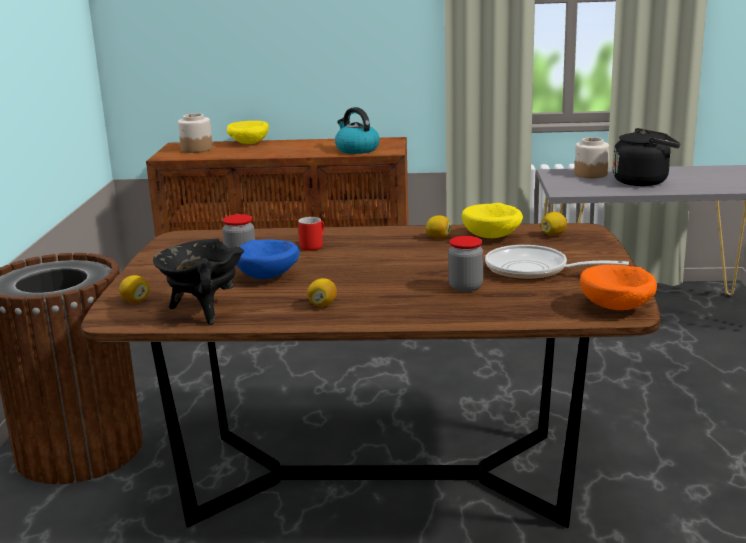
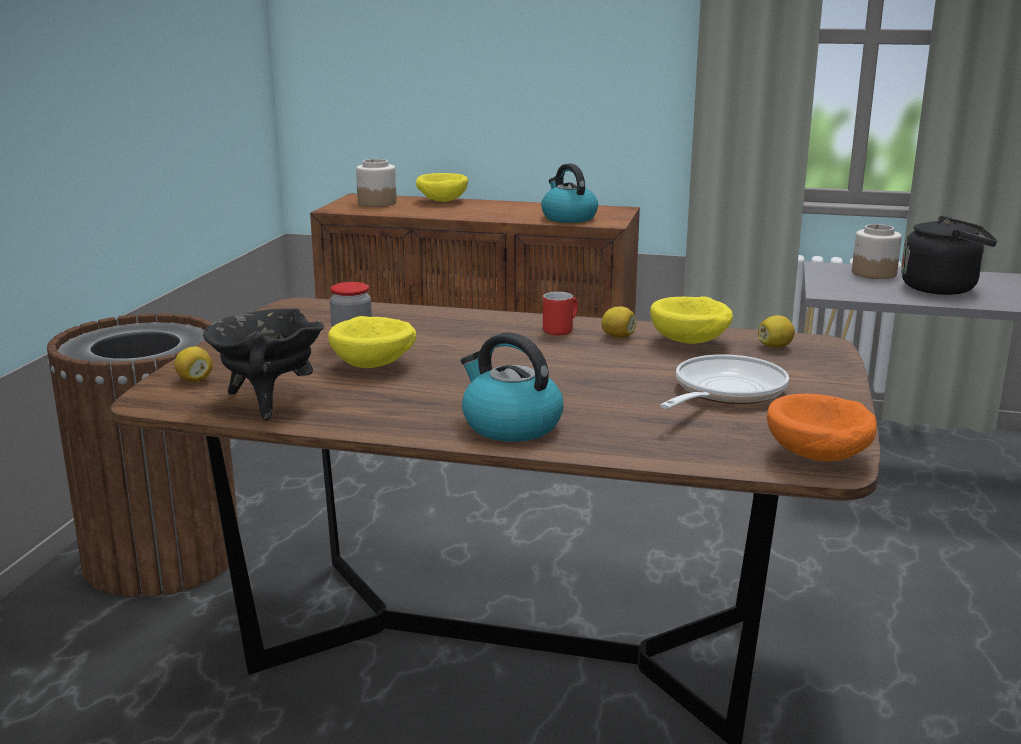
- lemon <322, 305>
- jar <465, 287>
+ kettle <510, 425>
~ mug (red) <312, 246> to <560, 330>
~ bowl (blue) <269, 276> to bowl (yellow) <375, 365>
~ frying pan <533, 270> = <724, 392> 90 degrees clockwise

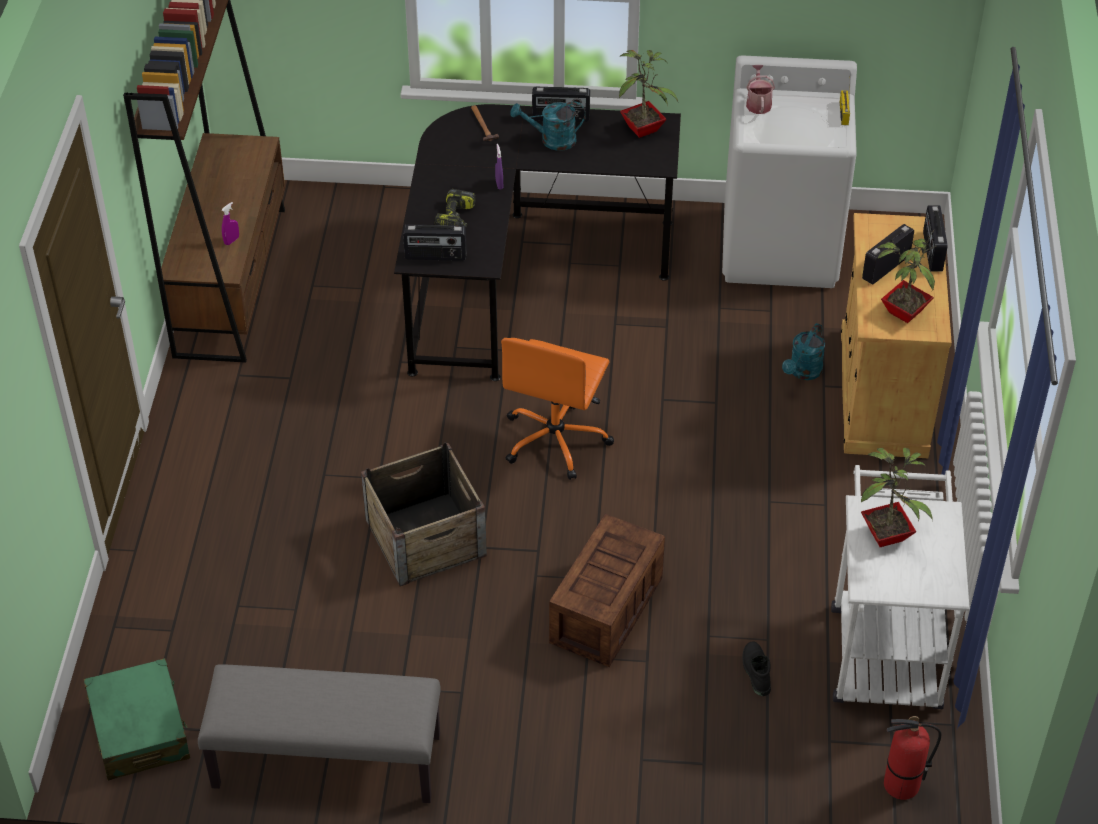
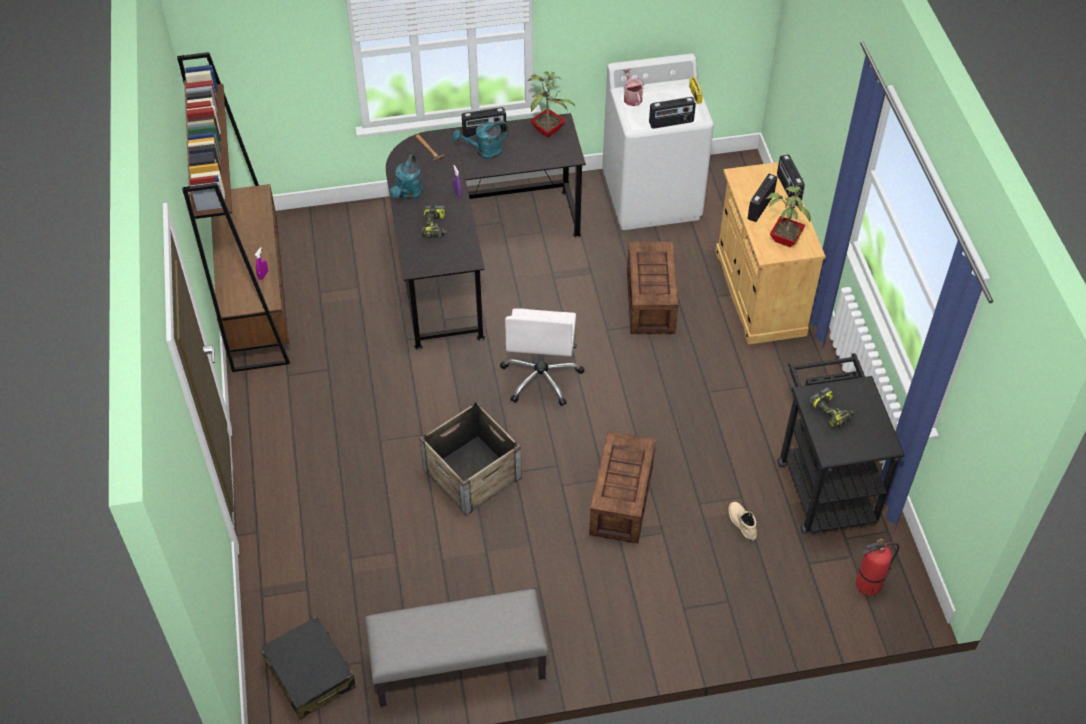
+ crate <650, 301>
~ radio <435, 256> to <671, 123>
~ watering can (turquoise) <803, 372> to <408, 194>
~ potted plant <888, 535> to power drill <831, 412>
~ suitcase (green) <140, 730> to suitcase (black) <310, 674>
~ office chair (orange) <556, 440> to office chair (white) <541, 377>
~ boot (black) <755, 671> to boot (beige) <741, 523>
~ cart (white) <884, 645> to cart (black) <823, 483>

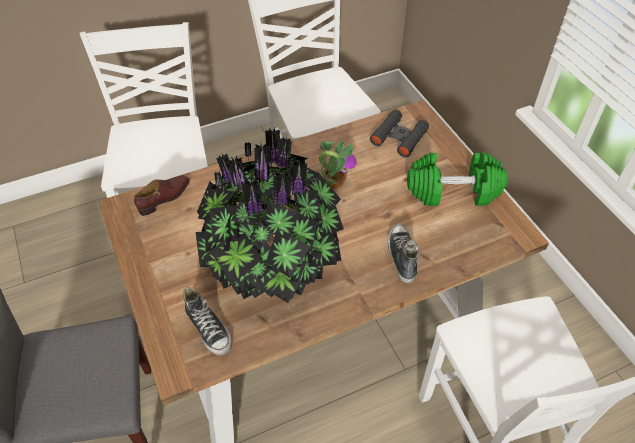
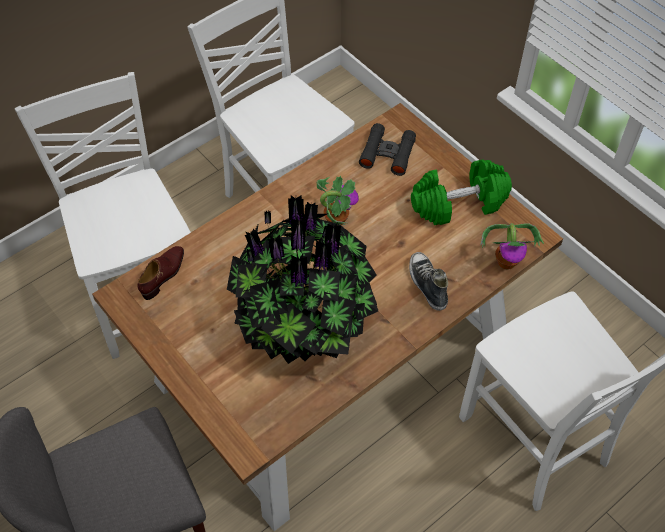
- shoe <209, 330>
+ potted plant <507, 261>

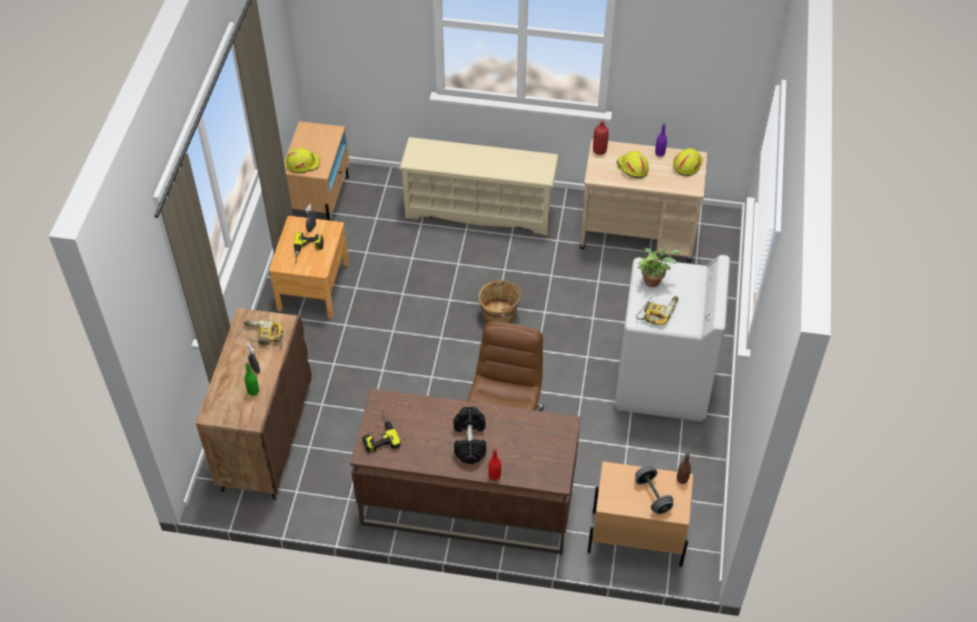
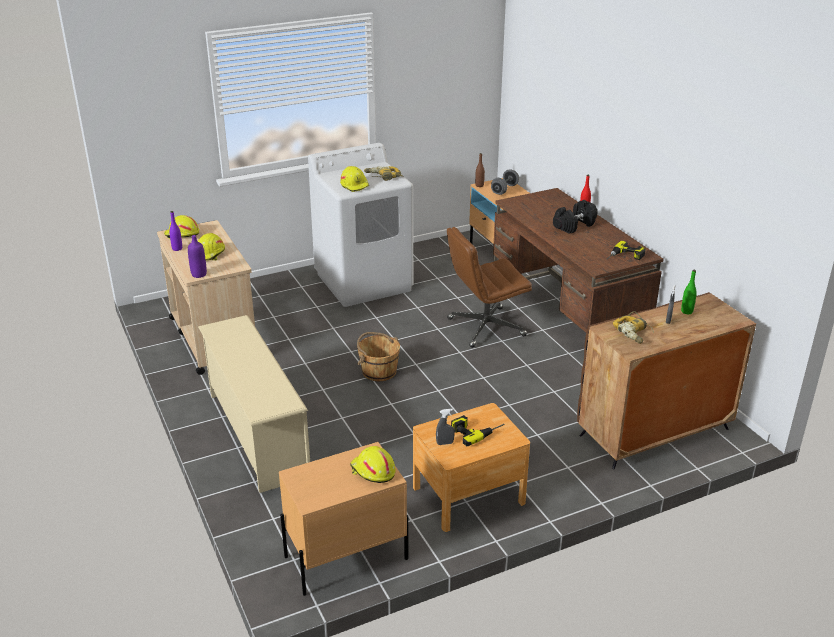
~ potted plant <653, 280> to hard hat (yellow) <355, 185>
~ bottle (red) <599, 150> to bottle (purple) <199, 274>

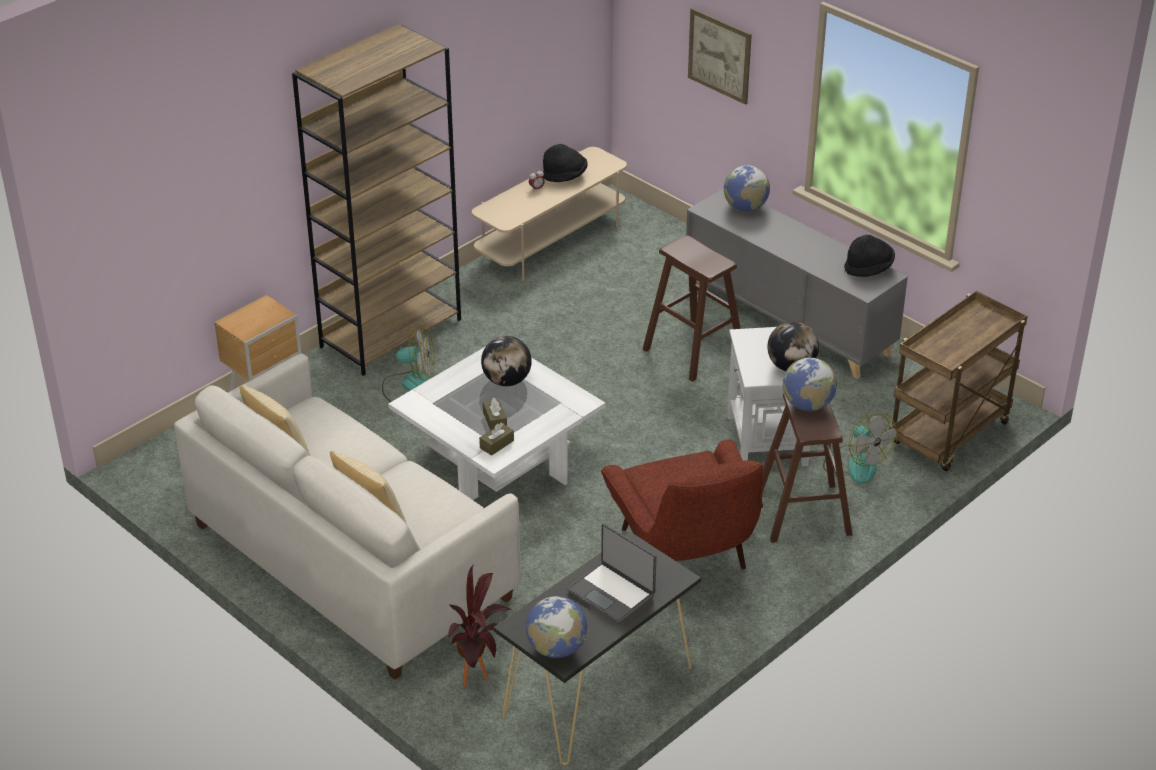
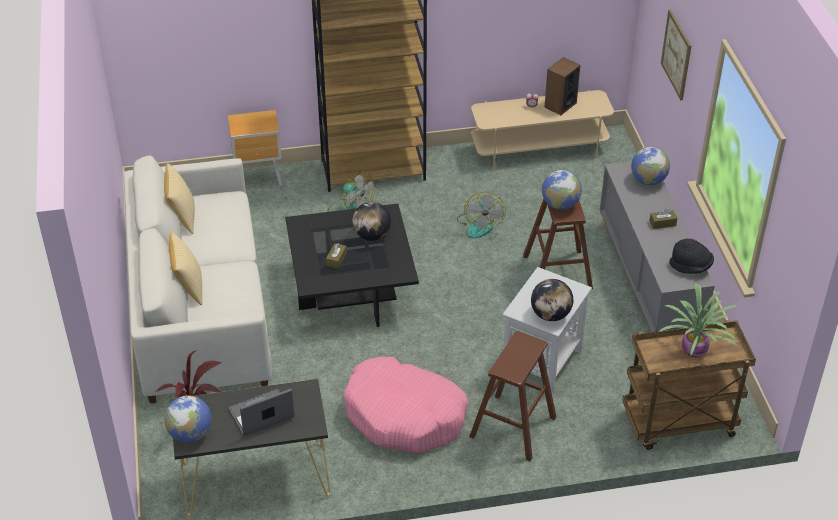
+ potted plant <695, 350>
~ tissue box (brown) <496, 444> to <662, 223>
~ globe <807, 405> to <560, 205>
~ fan <856, 464> to <480, 225>
~ hat (black) <564, 176> to speaker <560, 105>
~ armchair (red) <686, 554> to dog bed (pink) <405, 415>
~ coffee table (white) <498, 461> to coffee table (black) <352, 290>
~ laptop <612, 593> = <262, 415> 75 degrees clockwise

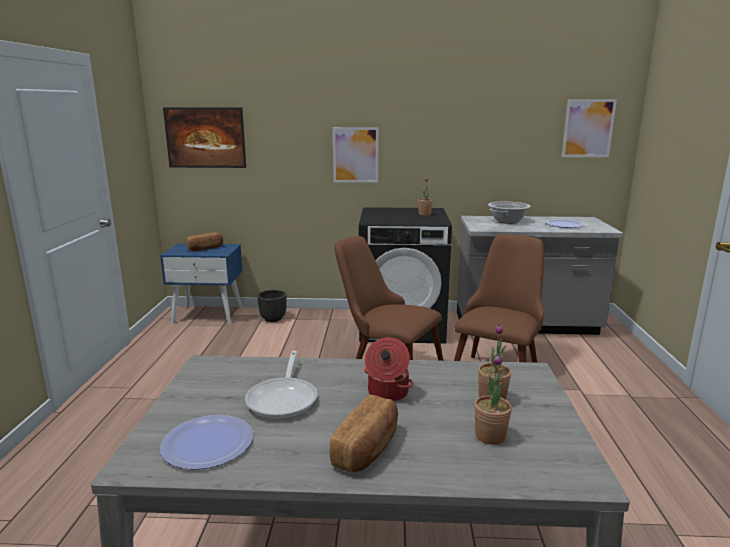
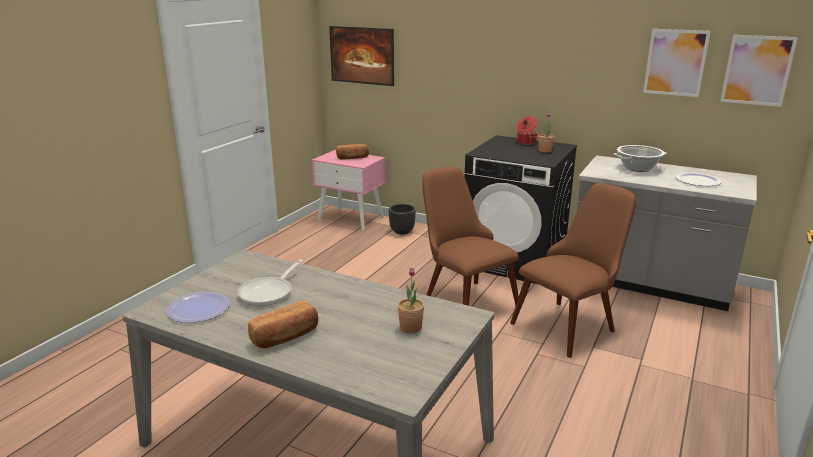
- potted plant <490, 436>
~ picture <355, 155> to <675, 62>
~ cooking pot <387, 393> to <526, 142>
~ nightstand (blue) <208, 315> to nightstand (pink) <351, 218>

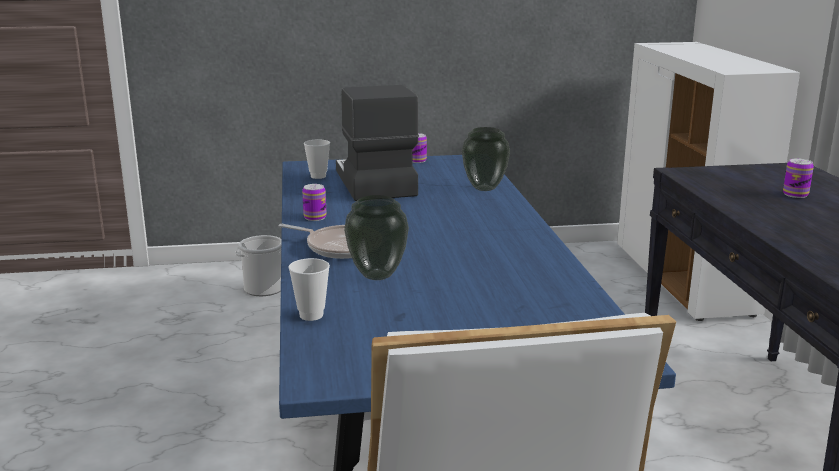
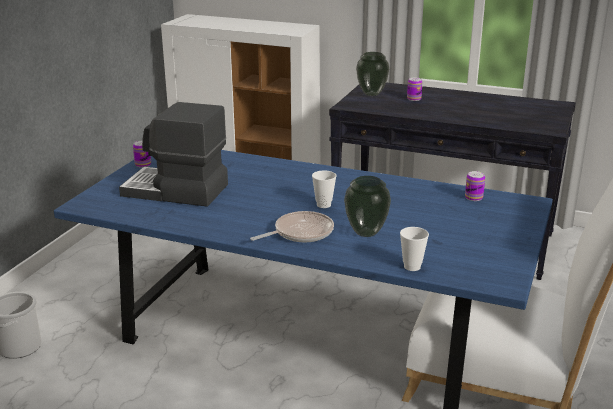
~ can <315, 217> to <473, 197>
~ cup <318, 176> to <323, 205>
~ vase <484, 188> to <372, 94>

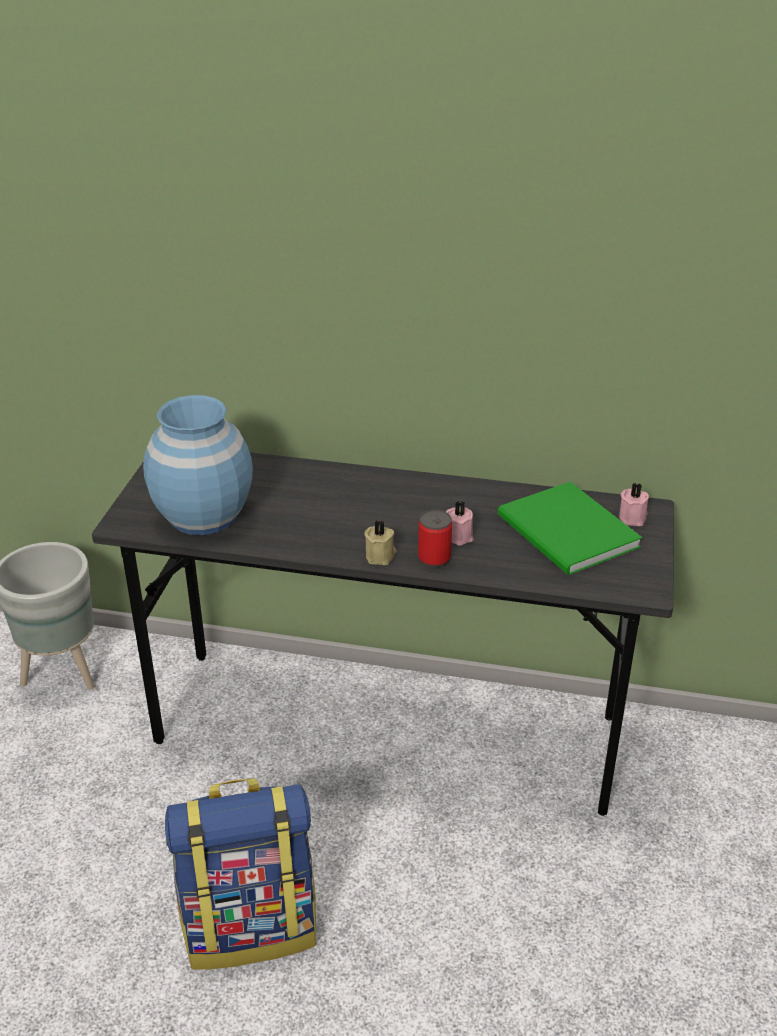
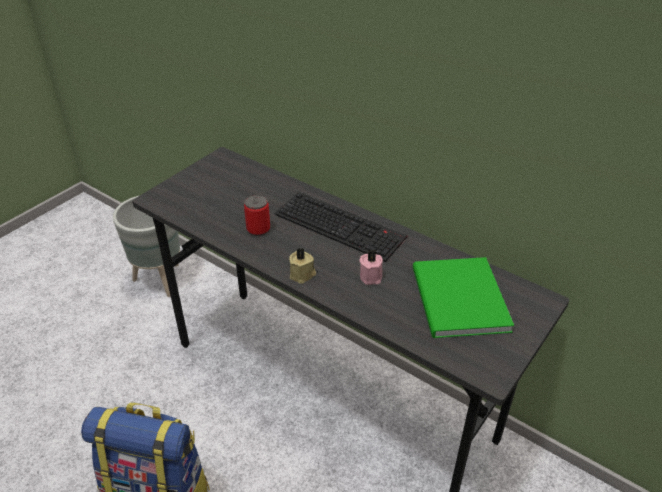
- vase (blue) <203, 516>
- candle (pink) <633, 517>
+ keyboard <341, 225>
~ can <434, 558> to <258, 229>

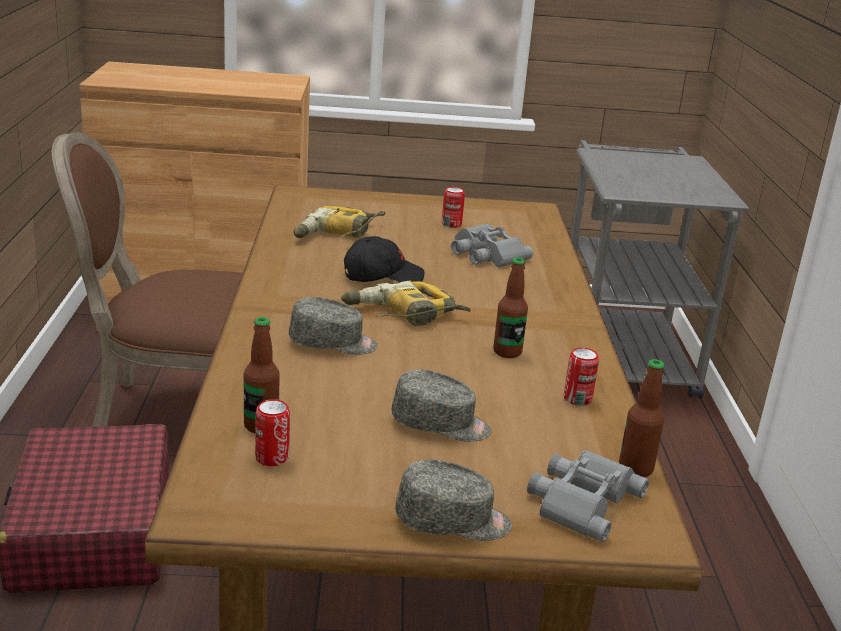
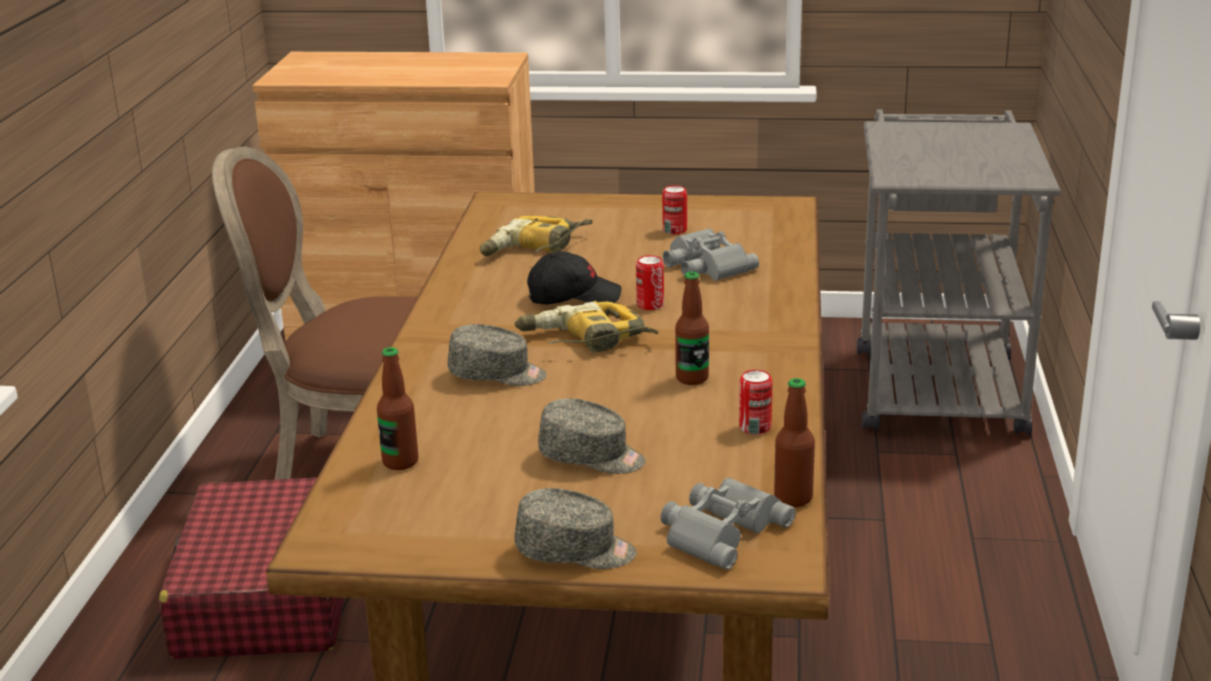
~ can <272, 458> to <650, 305>

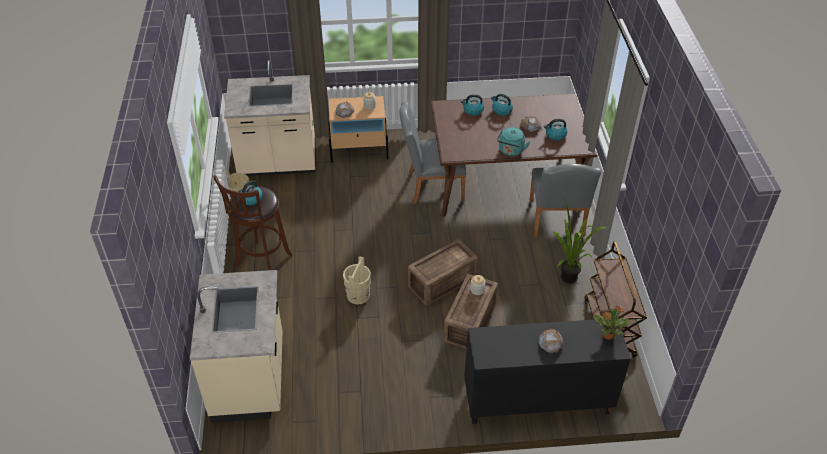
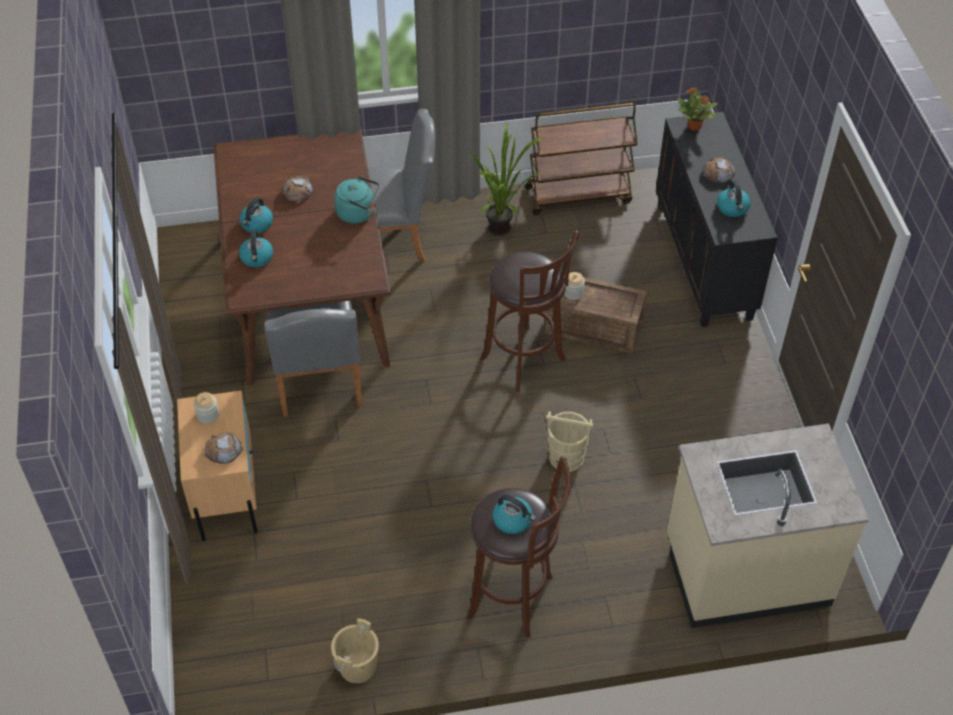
- counter (beige) <277, 162>
~ kettle <555, 135> to <733, 208>
~ crate <441, 282> to stool (brown) <526, 361>

